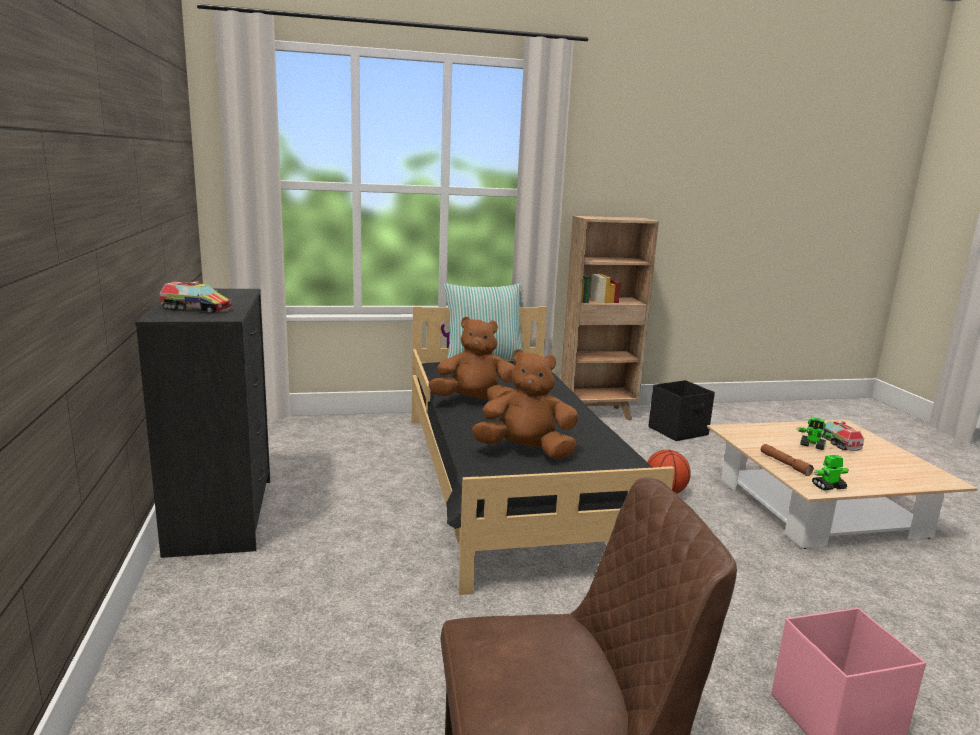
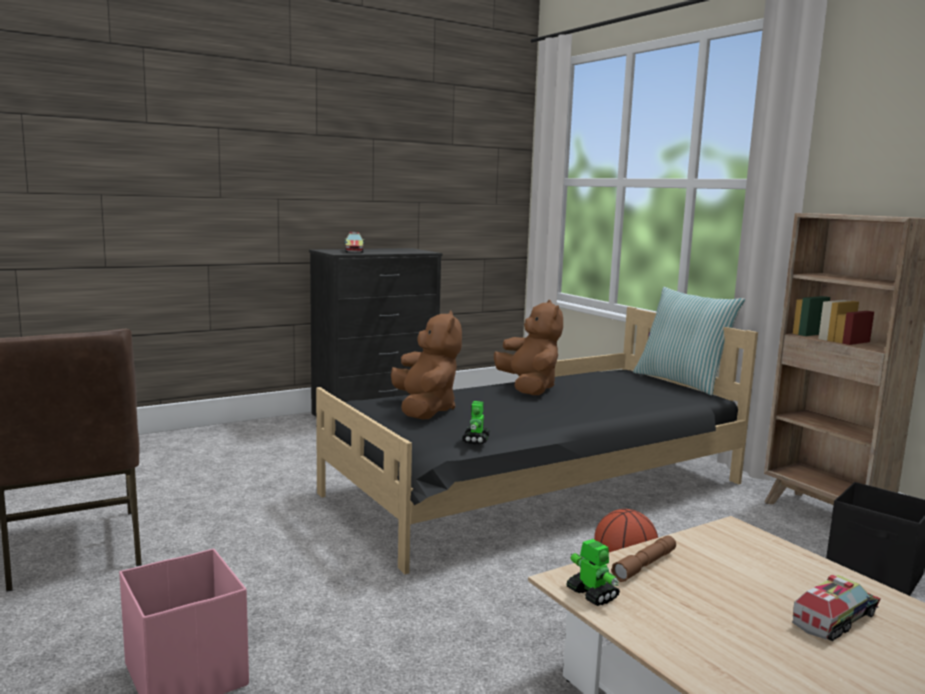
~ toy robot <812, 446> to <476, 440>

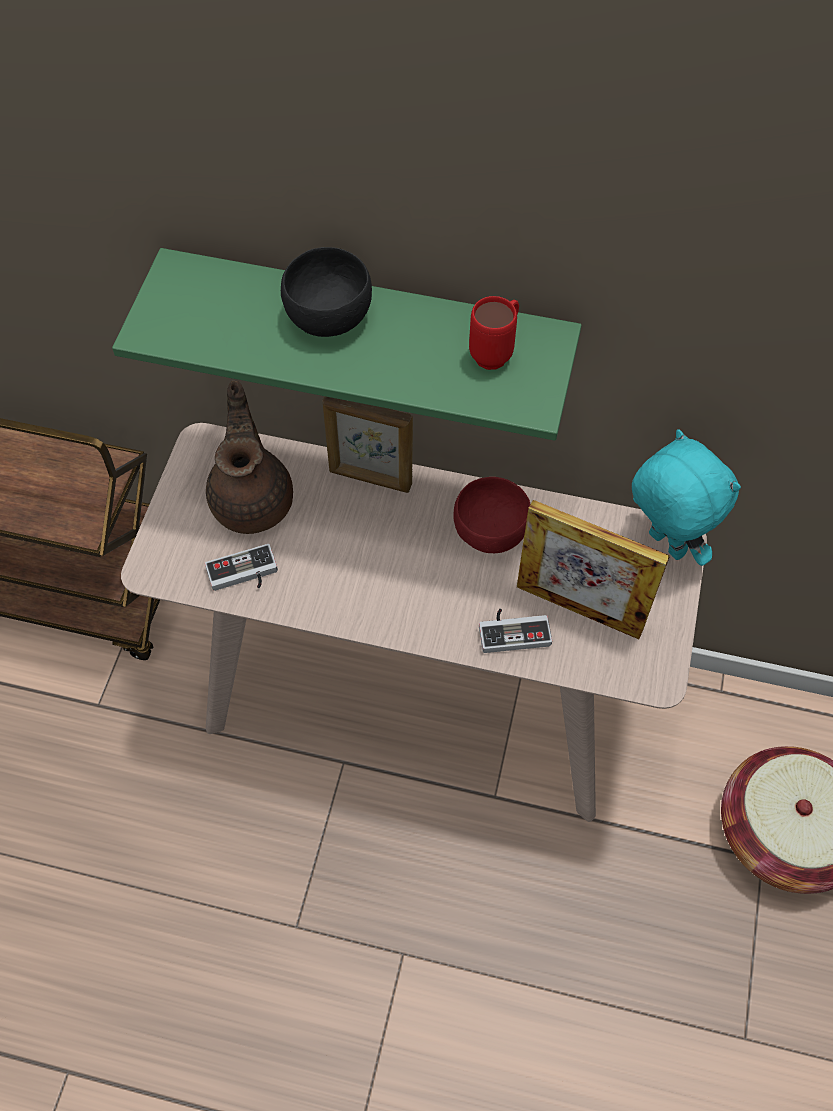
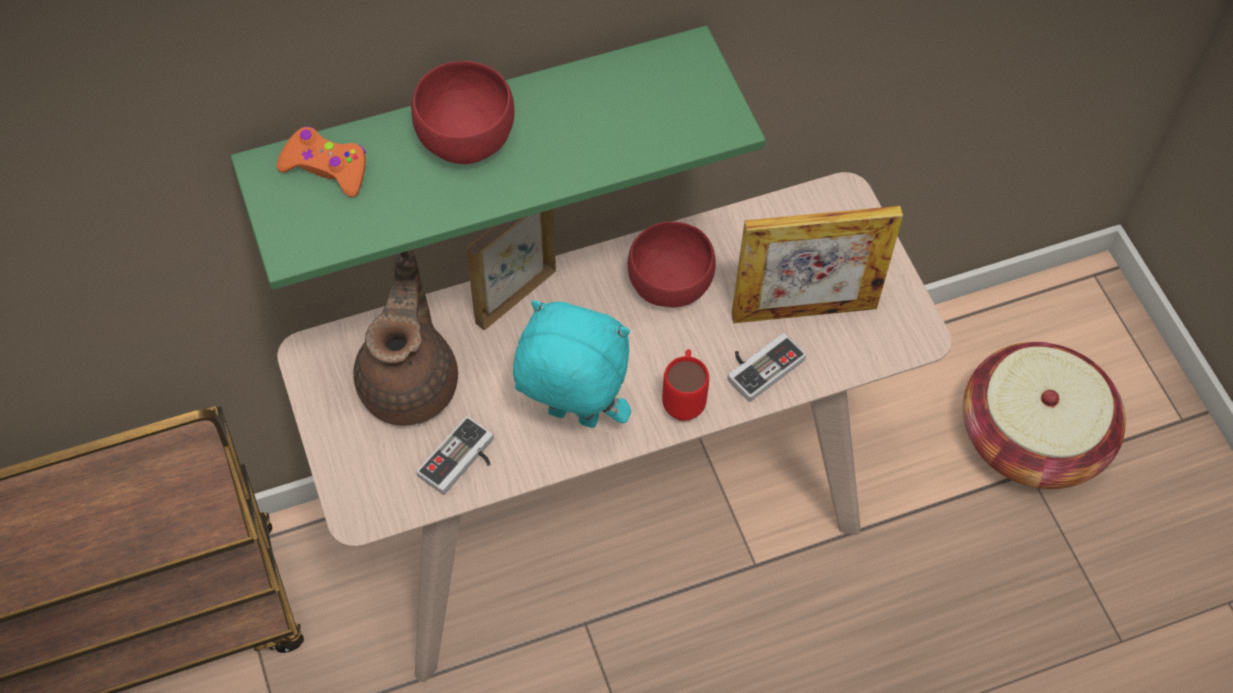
+ game controller (orange) <326, 168>
~ mug (red) <496, 352> to <684, 399>
~ plush toy (turquoise) <664, 545> to <571, 418>
~ bowl (black) <327, 317> to bowl (red) <465, 139>
~ teapot (brown) <253, 499> = <411, 381> 45 degrees clockwise
~ picture frame <370, 479> = <514, 296> 150 degrees clockwise

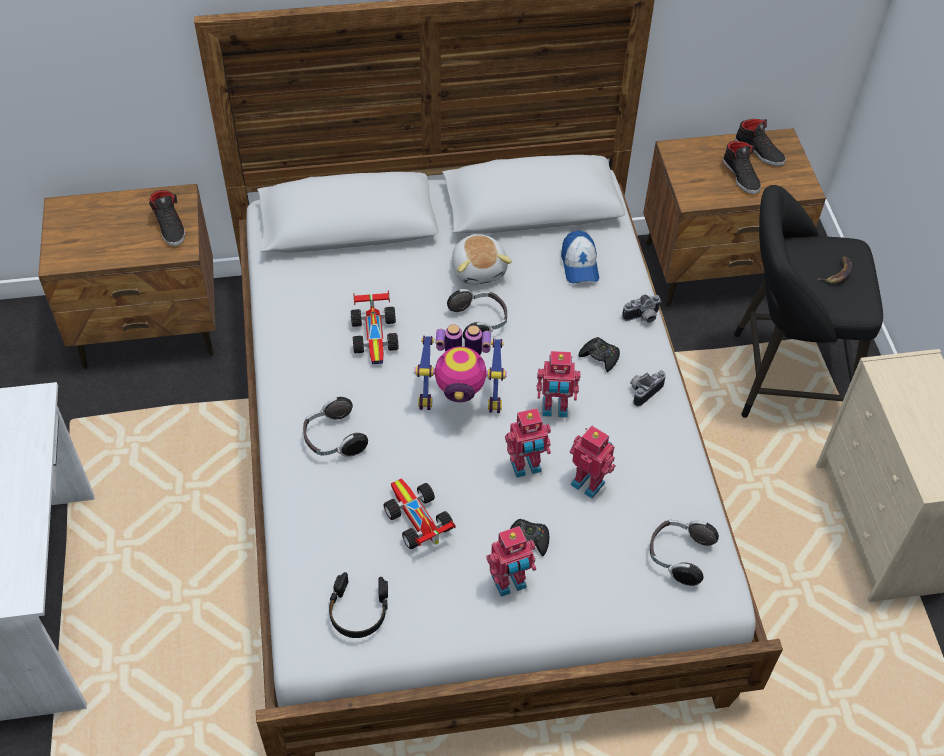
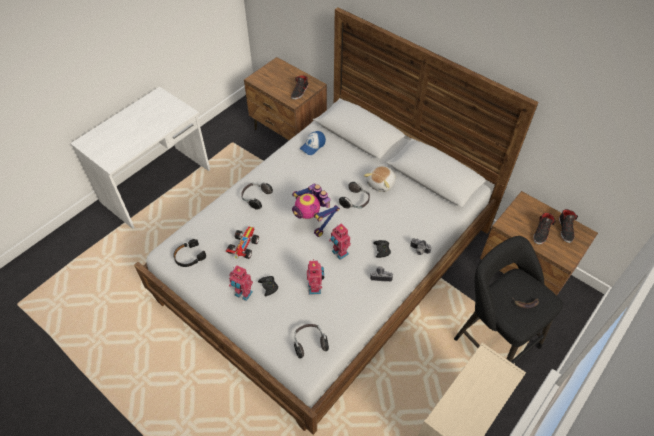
- toy car <376, 335>
- toy robot <526, 467>
~ cap <579, 265> to <313, 146>

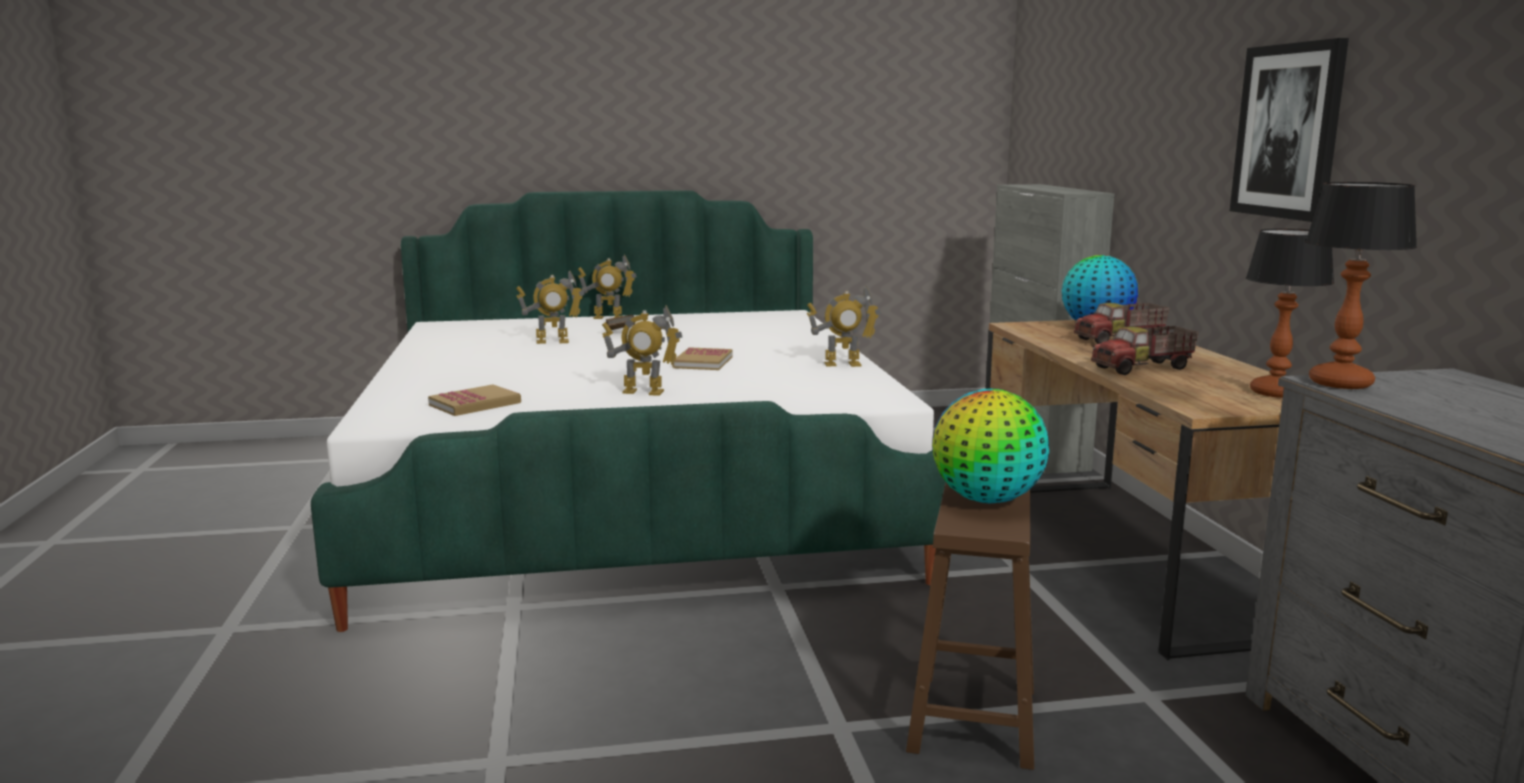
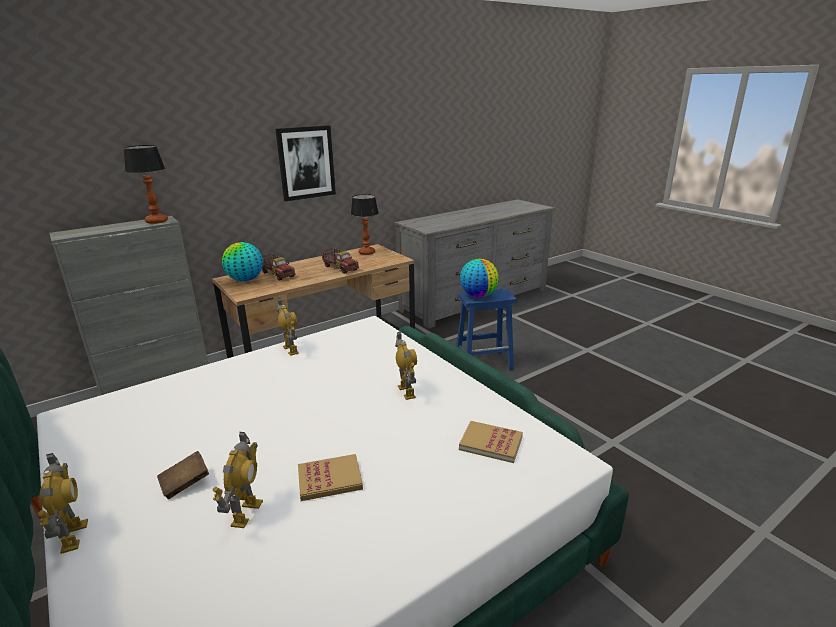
~ book <703, 362> to <330, 479>
~ table lamp <1341, 383> to <157, 221>
~ stool (brown) <973, 720> to stool (blue) <484, 362>
~ toy robot <552, 341> = <246, 513> 45 degrees clockwise

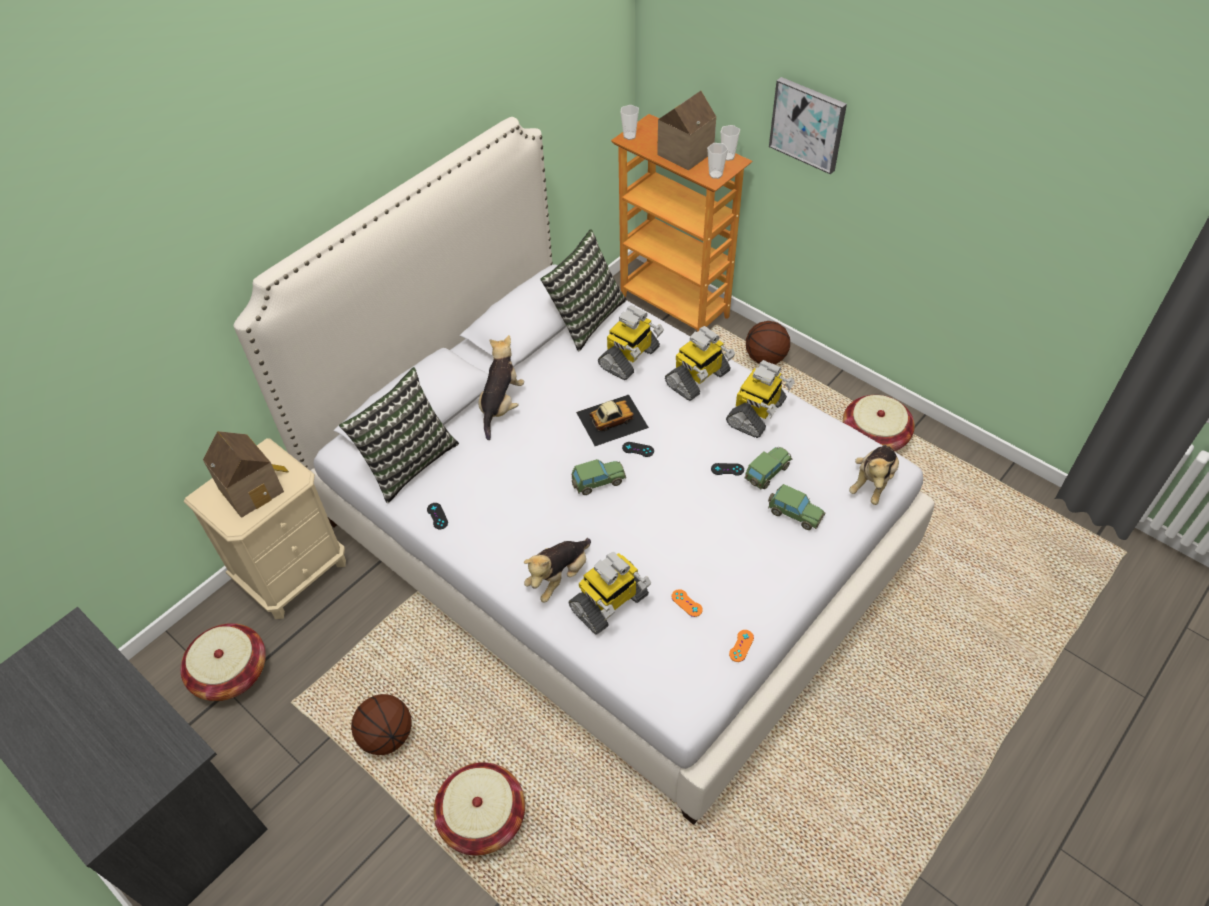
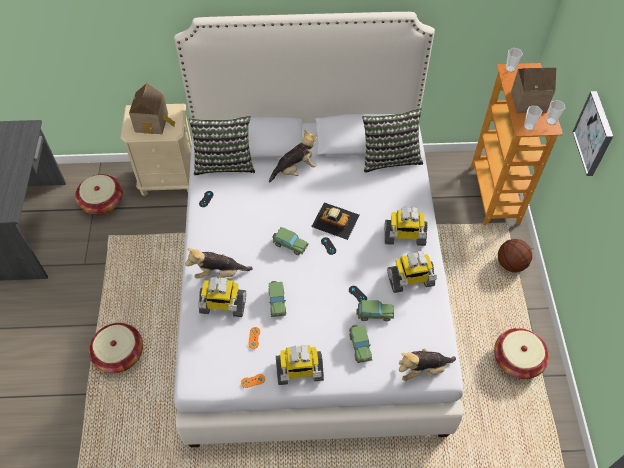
- basketball <386, 735>
+ toy car <277, 302>
~ toy robot <630, 359> to <299, 371>

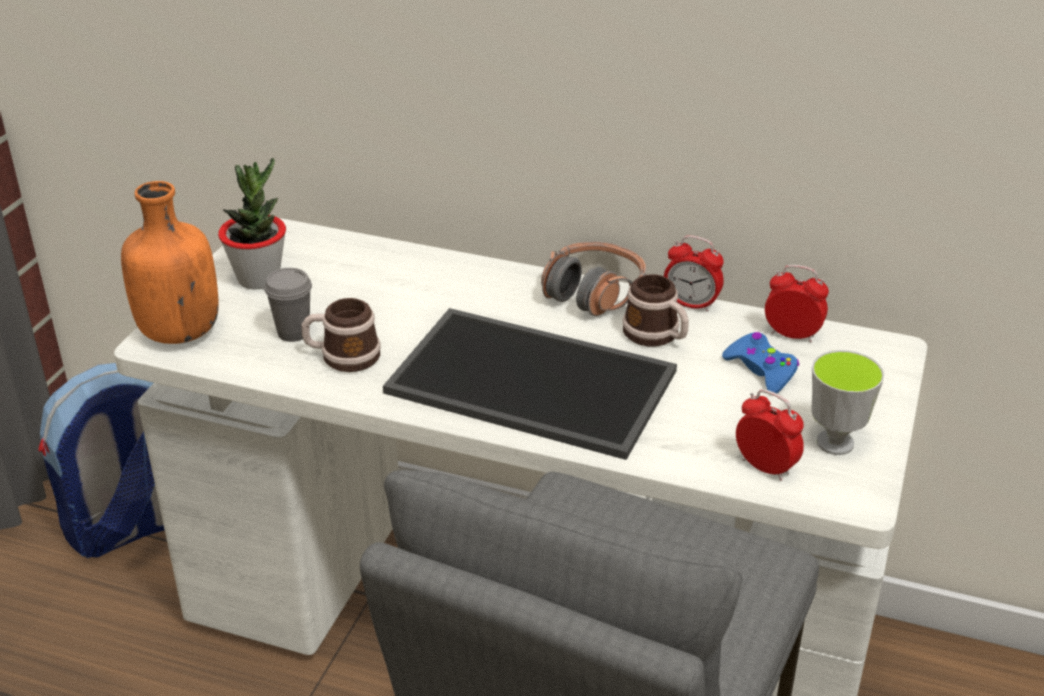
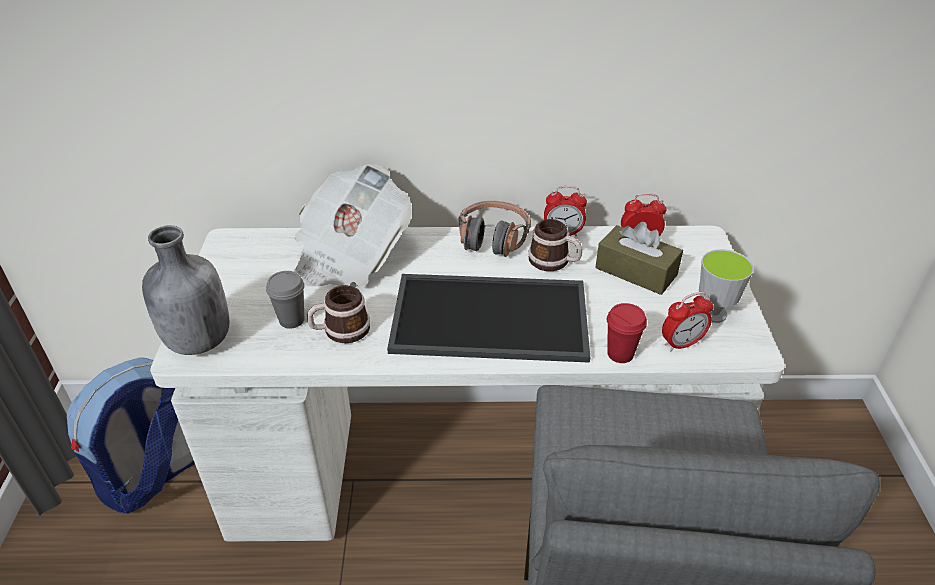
- potted plant <259, 278>
+ newspaper <349, 255>
+ cup (red) <620, 354>
~ game controller (blue) <761, 370> to tissue box (brown) <636, 271>
~ bottle (orange) <178, 332> to bottle (grey) <197, 341>
~ alarm clock <765, 467> = <681, 343> 135 degrees clockwise

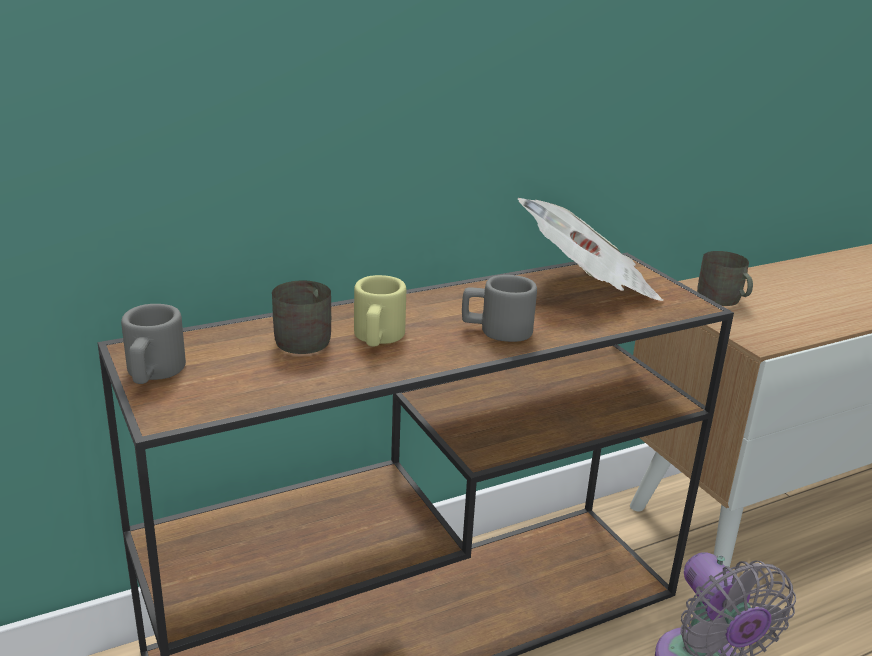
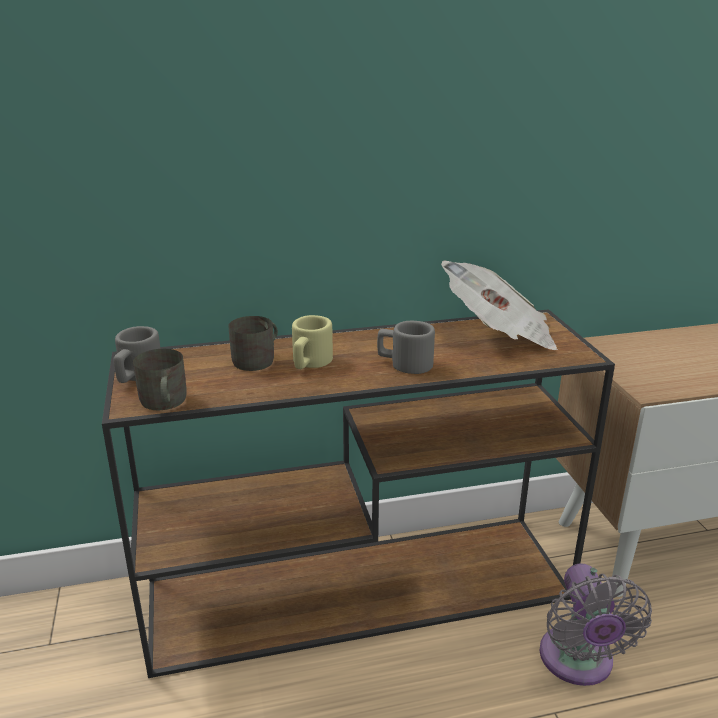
~ mug (grey) <723, 300> to <163, 402>

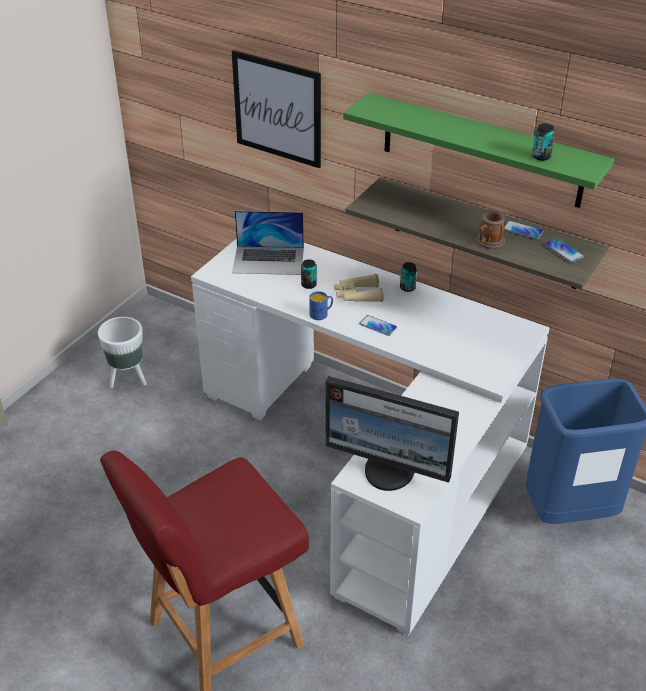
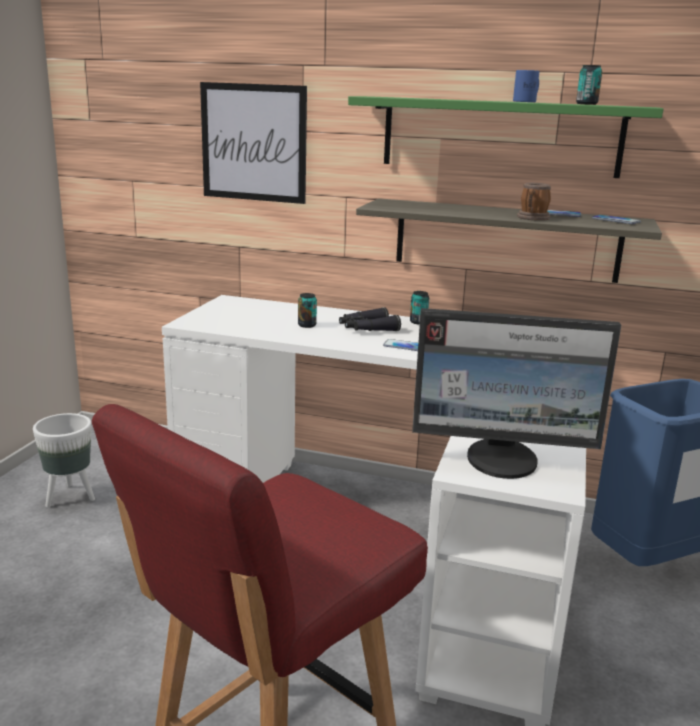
- laptop <268, 260>
~ mug (blue) <321, 314> to <527, 102>
~ binoculars (beige) <357, 295> to binoculars (black) <367, 329>

